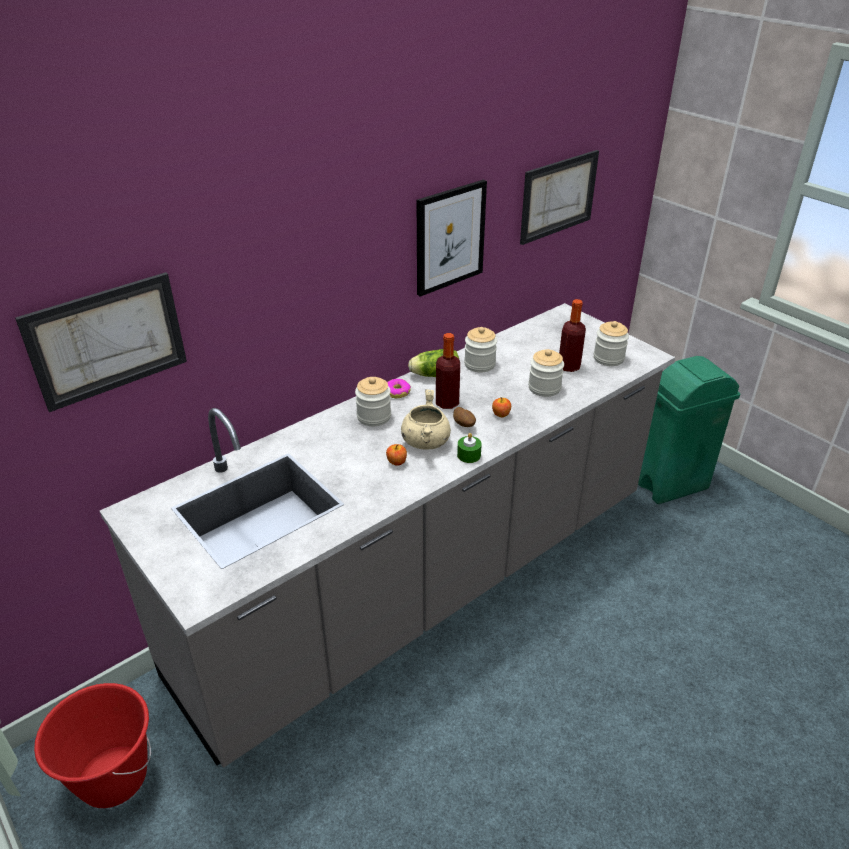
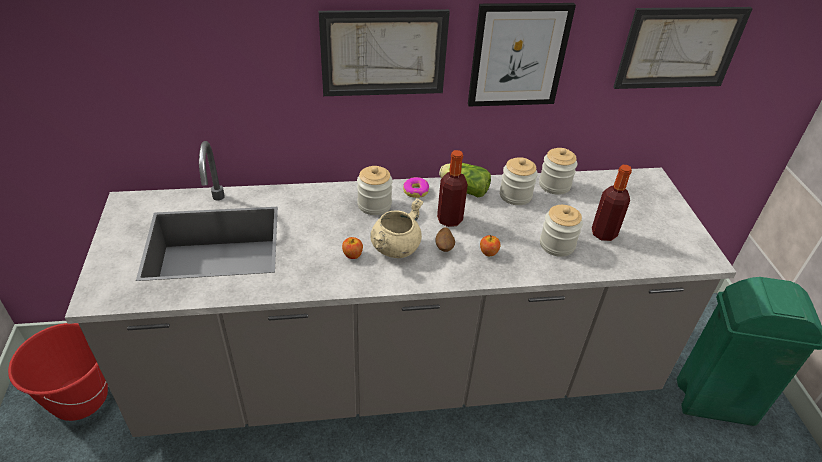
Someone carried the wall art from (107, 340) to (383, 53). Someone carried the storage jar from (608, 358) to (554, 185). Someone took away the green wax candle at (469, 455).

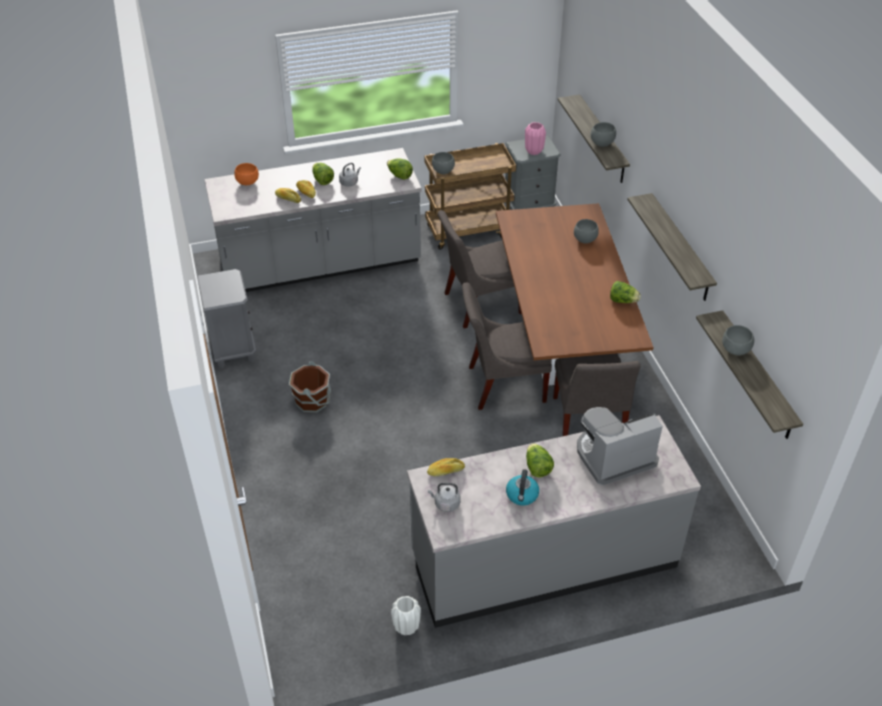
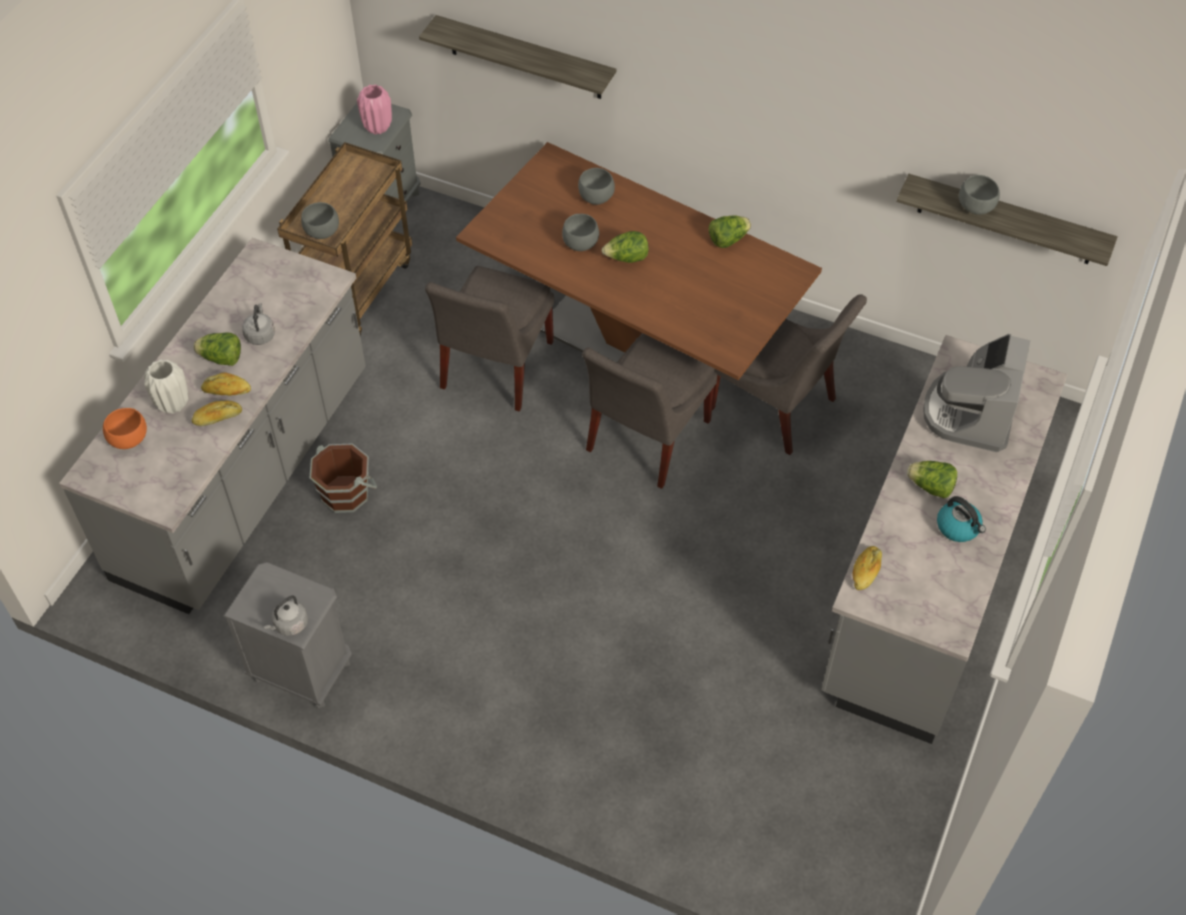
Someone carried the white flower vase from (407, 627) to (173, 404). Someone carried the grey kettle from (445, 504) to (289, 625). Someone carried the brown-coloured pail from (313, 401) to (345, 493). Someone carried the grey serving bowl from (601, 143) to (579, 244). Someone carried the lettuce from (399, 176) to (626, 258). Someone took away the wall shelf at (680, 248).

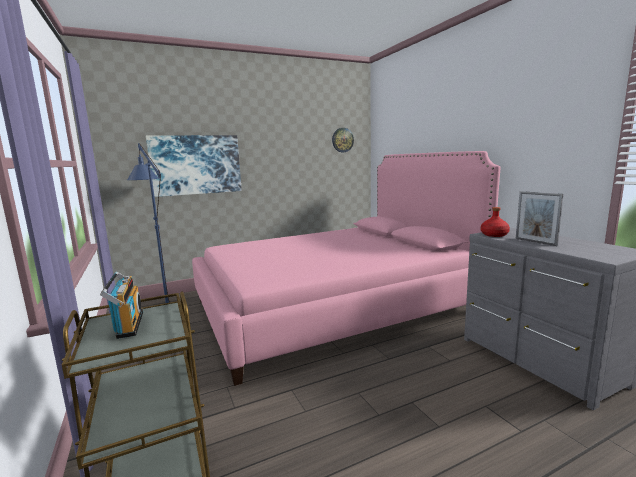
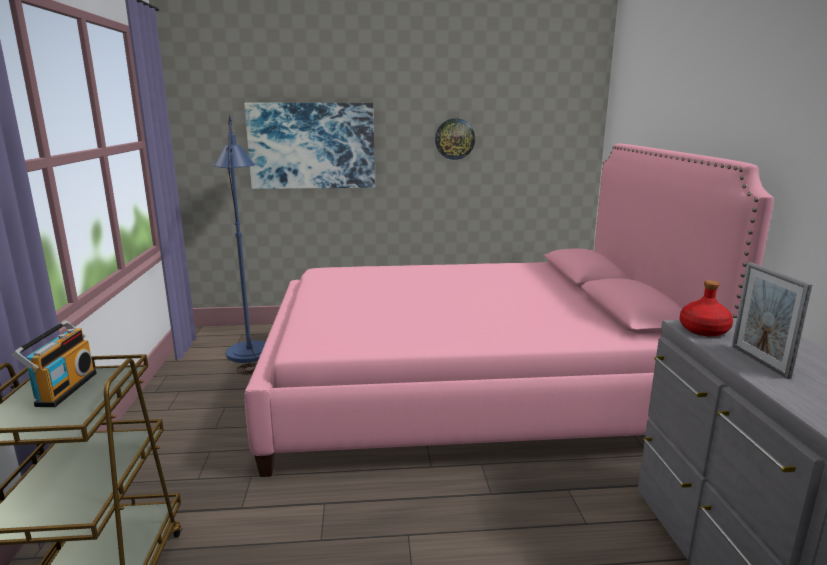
Someone carried the wall clock from (342, 140) to (454, 139).

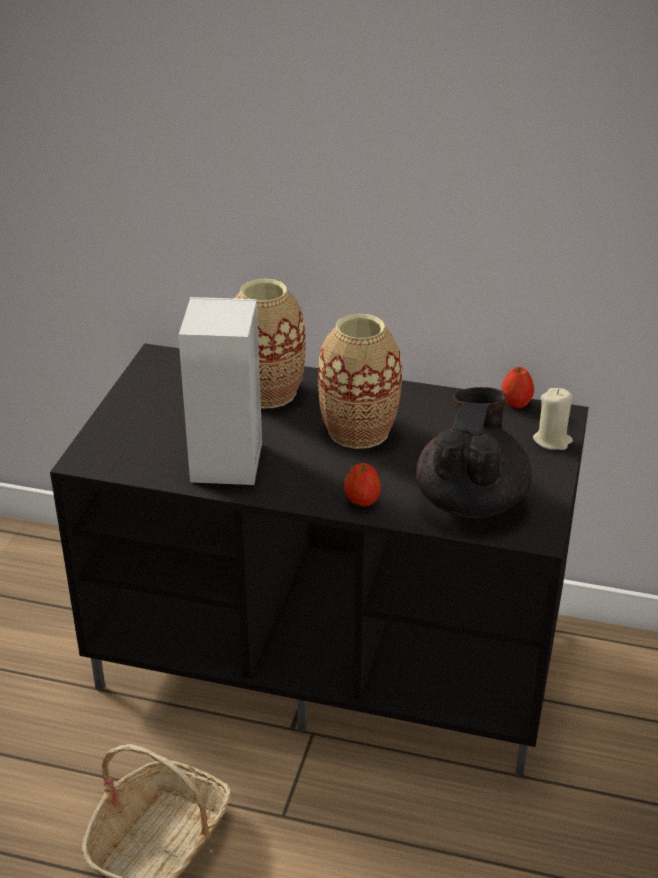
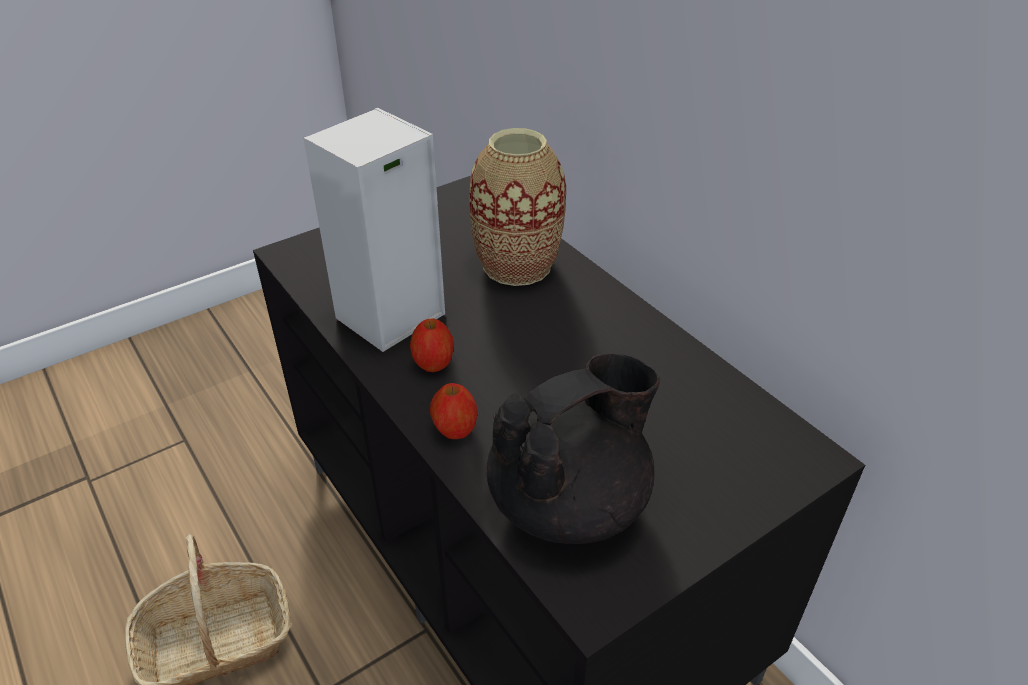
Someone carried the apple fruit from (516, 403) to (434, 363). Someone took away the flower vase at (358, 430). Someone took away the beige-coloured wax candle at (552, 440).

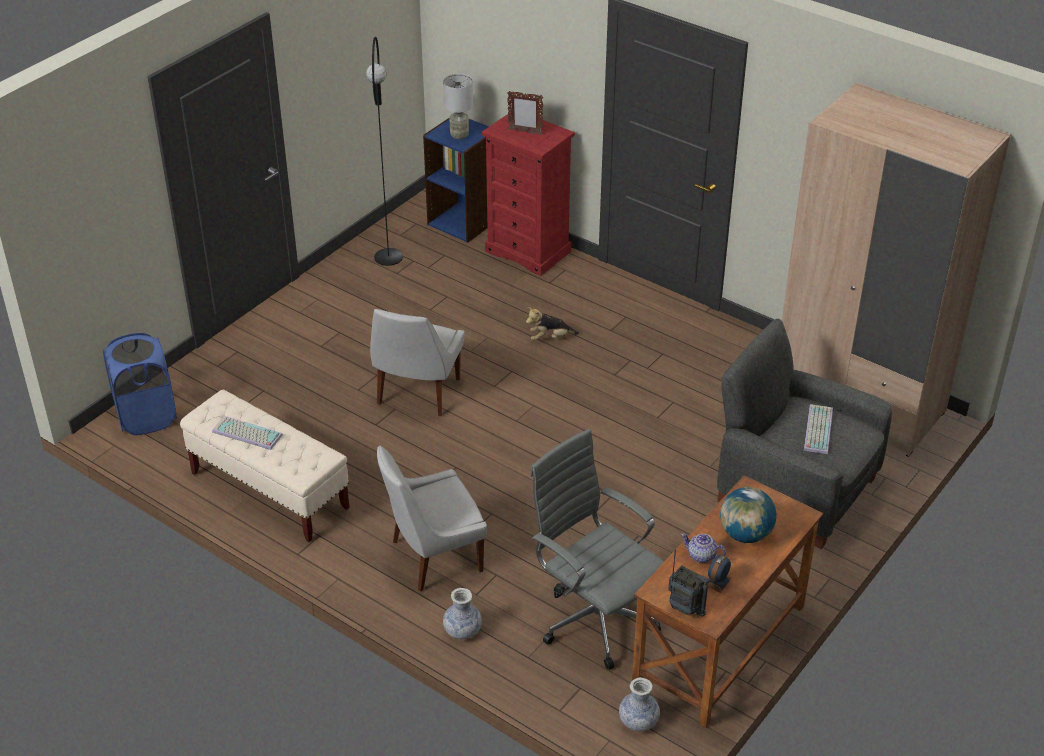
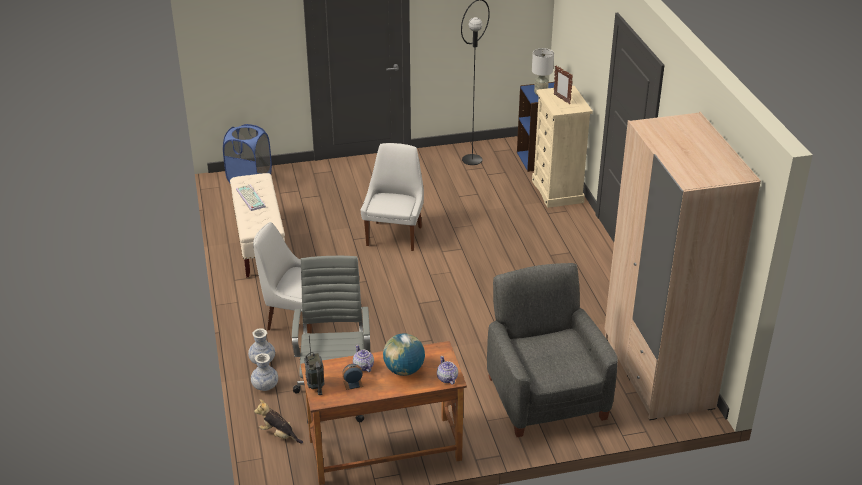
Someone carried the flower vase from (638, 721) to (265, 386). Someone carried the plush toy from (550, 338) to (279, 434). Someone rotated the white upright chair at (417, 394) by 135 degrees clockwise. Someone put down the teapot at (447, 378). Someone repainted the red-coloured dresser at (528, 251), which became the beige-coloured dresser at (557, 191). Someone took away the computer keyboard at (817, 429).

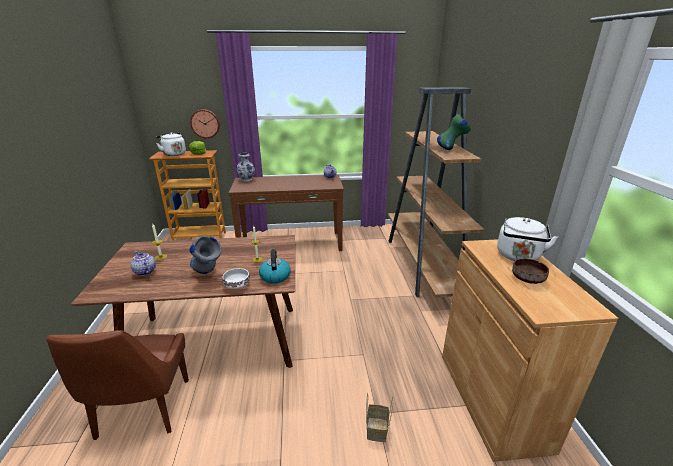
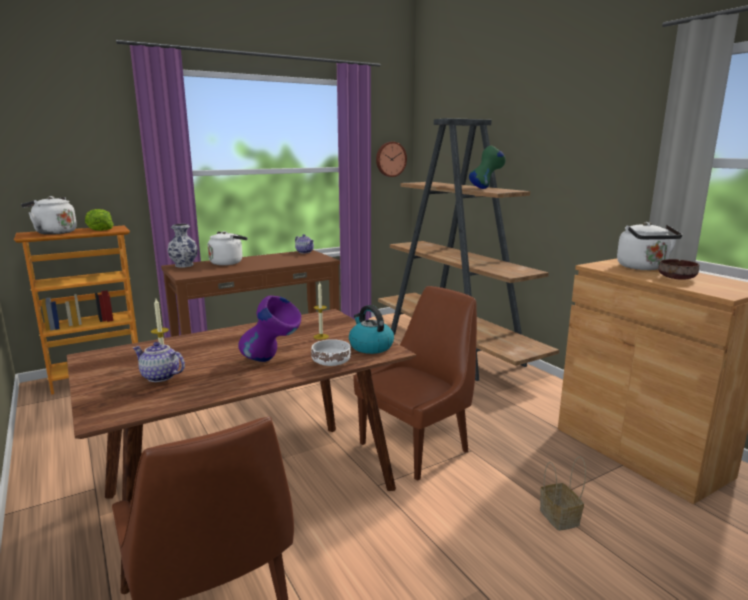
Someone put down the white kettle at (228, 262). Someone repainted the grey flower vase at (208, 274), which became the purplish flower vase at (271, 361). Someone put down the brown-coloured upright chair at (417, 446). Someone carried the wall clock from (205, 123) to (390, 159).

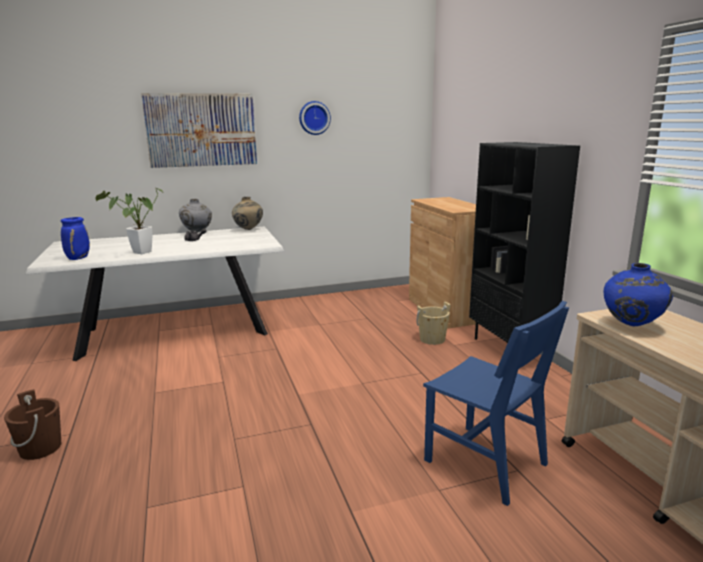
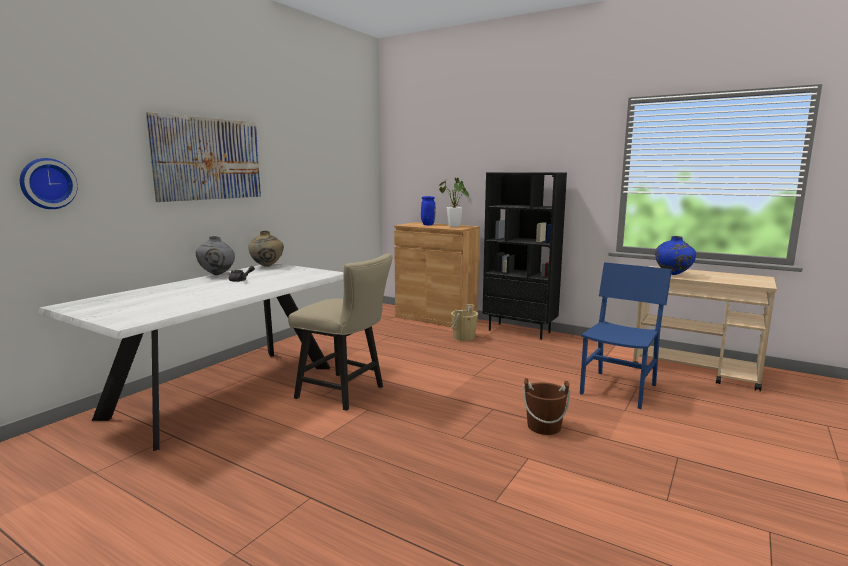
Someone carried the wall clock from (314, 118) to (47, 183). Someone put down the beige-coloured upright chair at (346, 393). Someone carried the blue-coloured flower vase from (78, 258) to (427, 225). Someone carried the plant in a pot from (138, 253) to (454, 226). Someone carried the brown-coloured pail from (40, 448) to (544, 426). Someone rotated the blue-coloured upright chair at (485, 462) by 60 degrees counterclockwise.

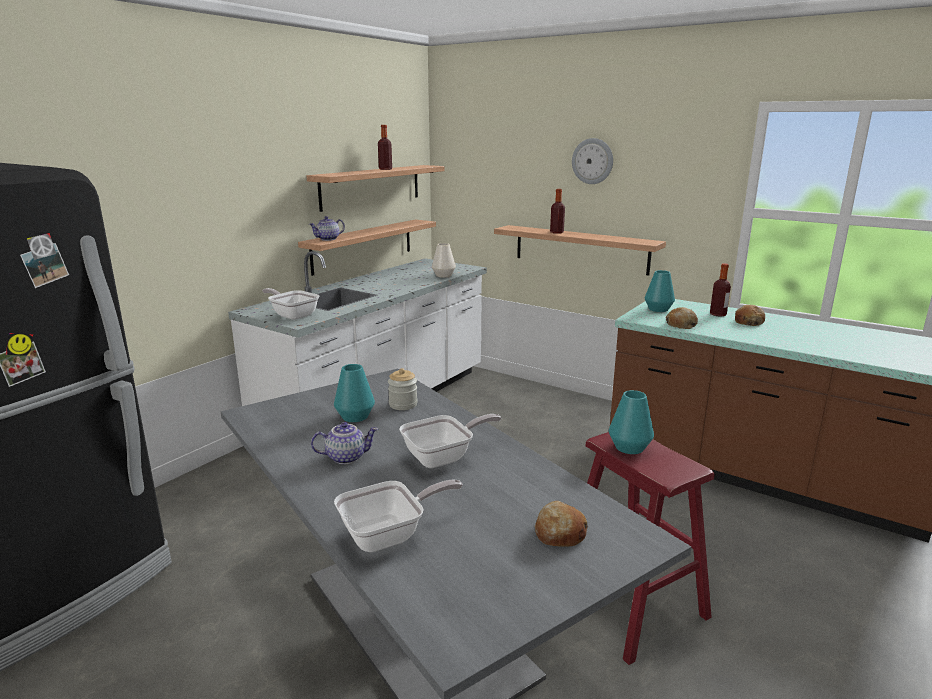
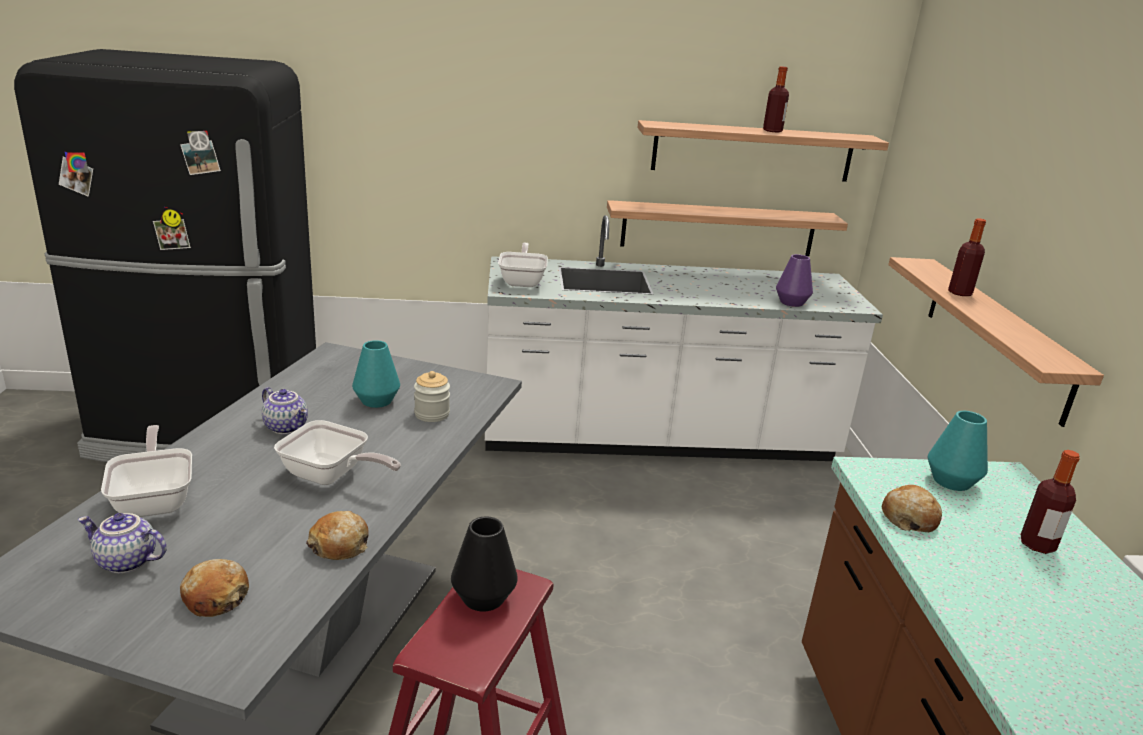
Someone carried the teapot from (328, 239) to (125, 562). Someone rotated the pan at (390, 535) by 135 degrees counterclockwise. Someone carried the baked bread from (748, 322) to (339, 545). Someone repainted the turquoise flower vase at (629, 447), which became the black-coloured flower vase at (483, 597). Someone repainted the white flower vase at (443, 275), which became the purplish flower vase at (791, 302). Someone took away the wall clock at (592, 161).

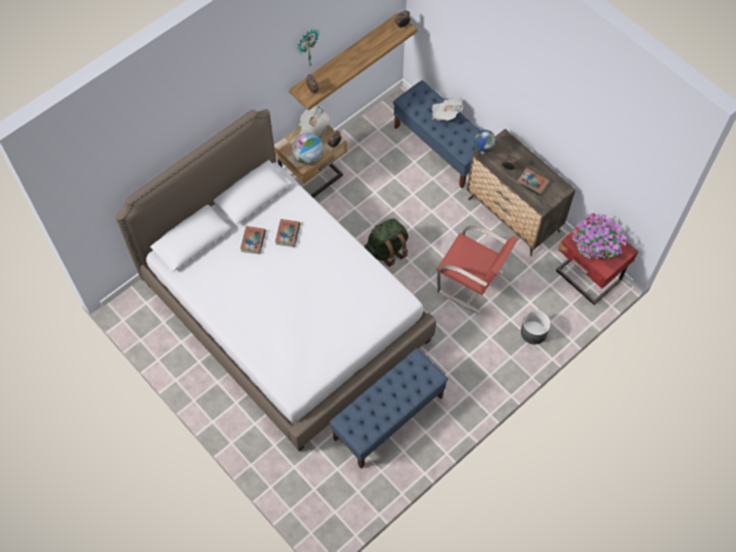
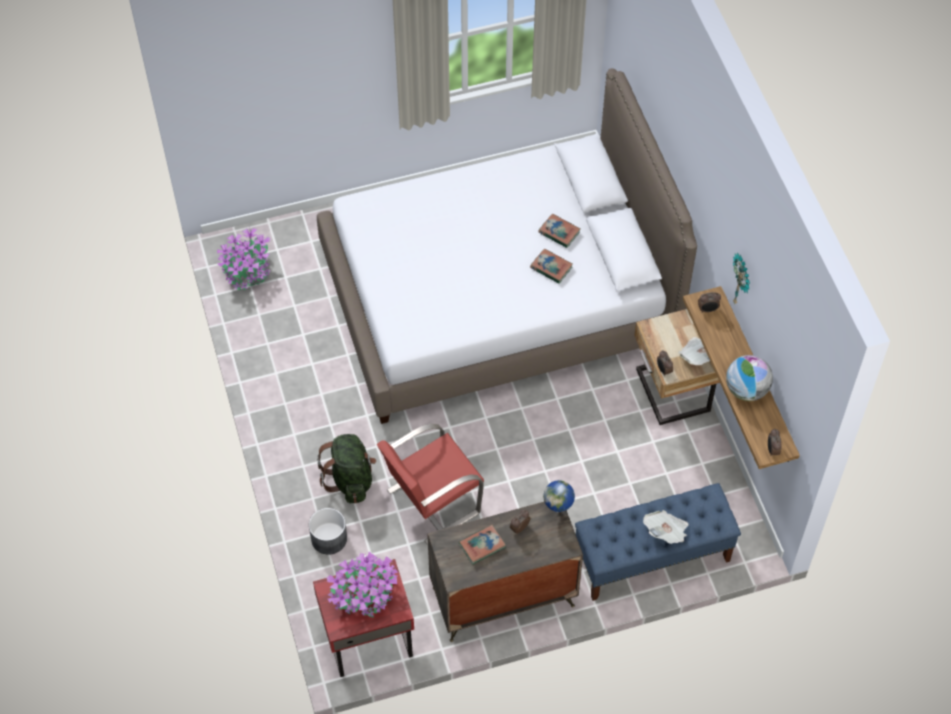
Someone put down the plant in a pot at (247, 271). Someone carried the green backpack from (386, 250) to (350, 479). Someone carried the globe from (308, 157) to (746, 390). Someone took away the blue-coloured long seat at (388, 417).

